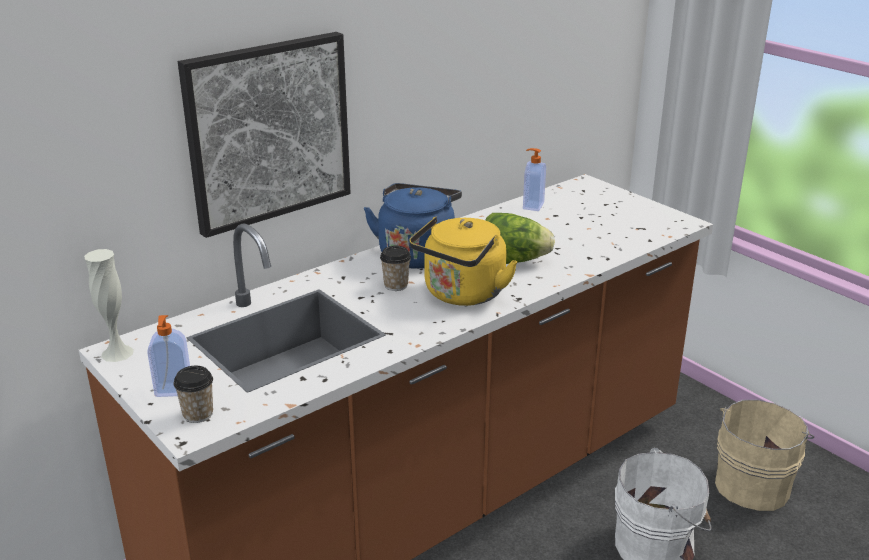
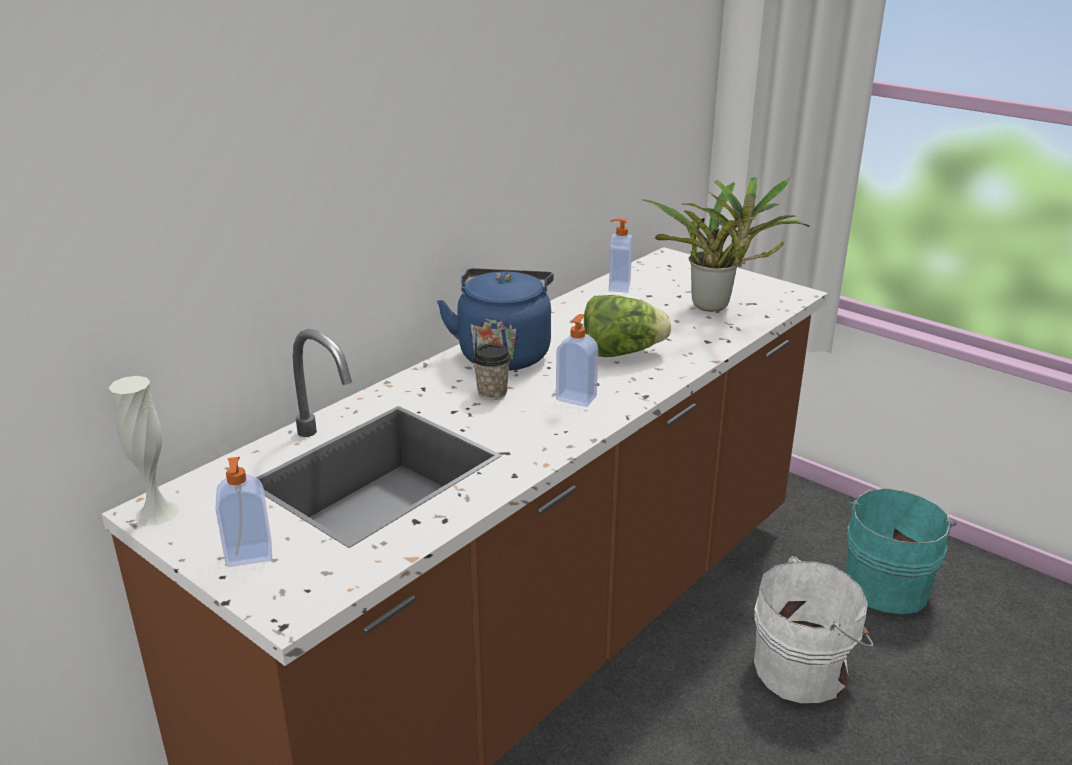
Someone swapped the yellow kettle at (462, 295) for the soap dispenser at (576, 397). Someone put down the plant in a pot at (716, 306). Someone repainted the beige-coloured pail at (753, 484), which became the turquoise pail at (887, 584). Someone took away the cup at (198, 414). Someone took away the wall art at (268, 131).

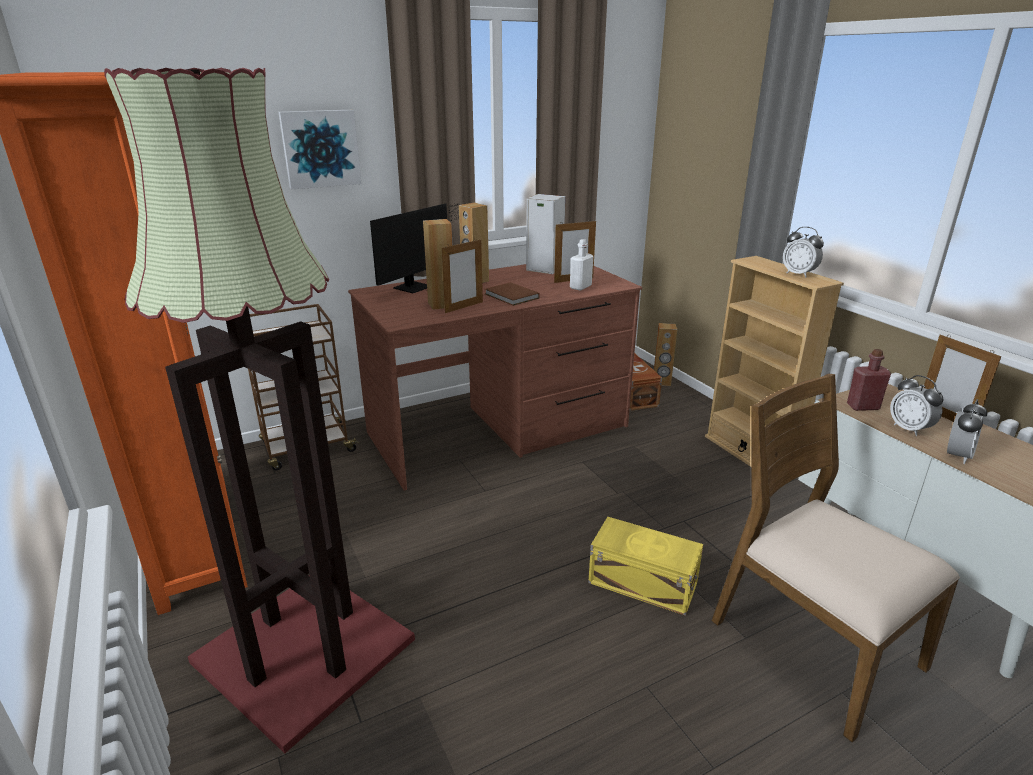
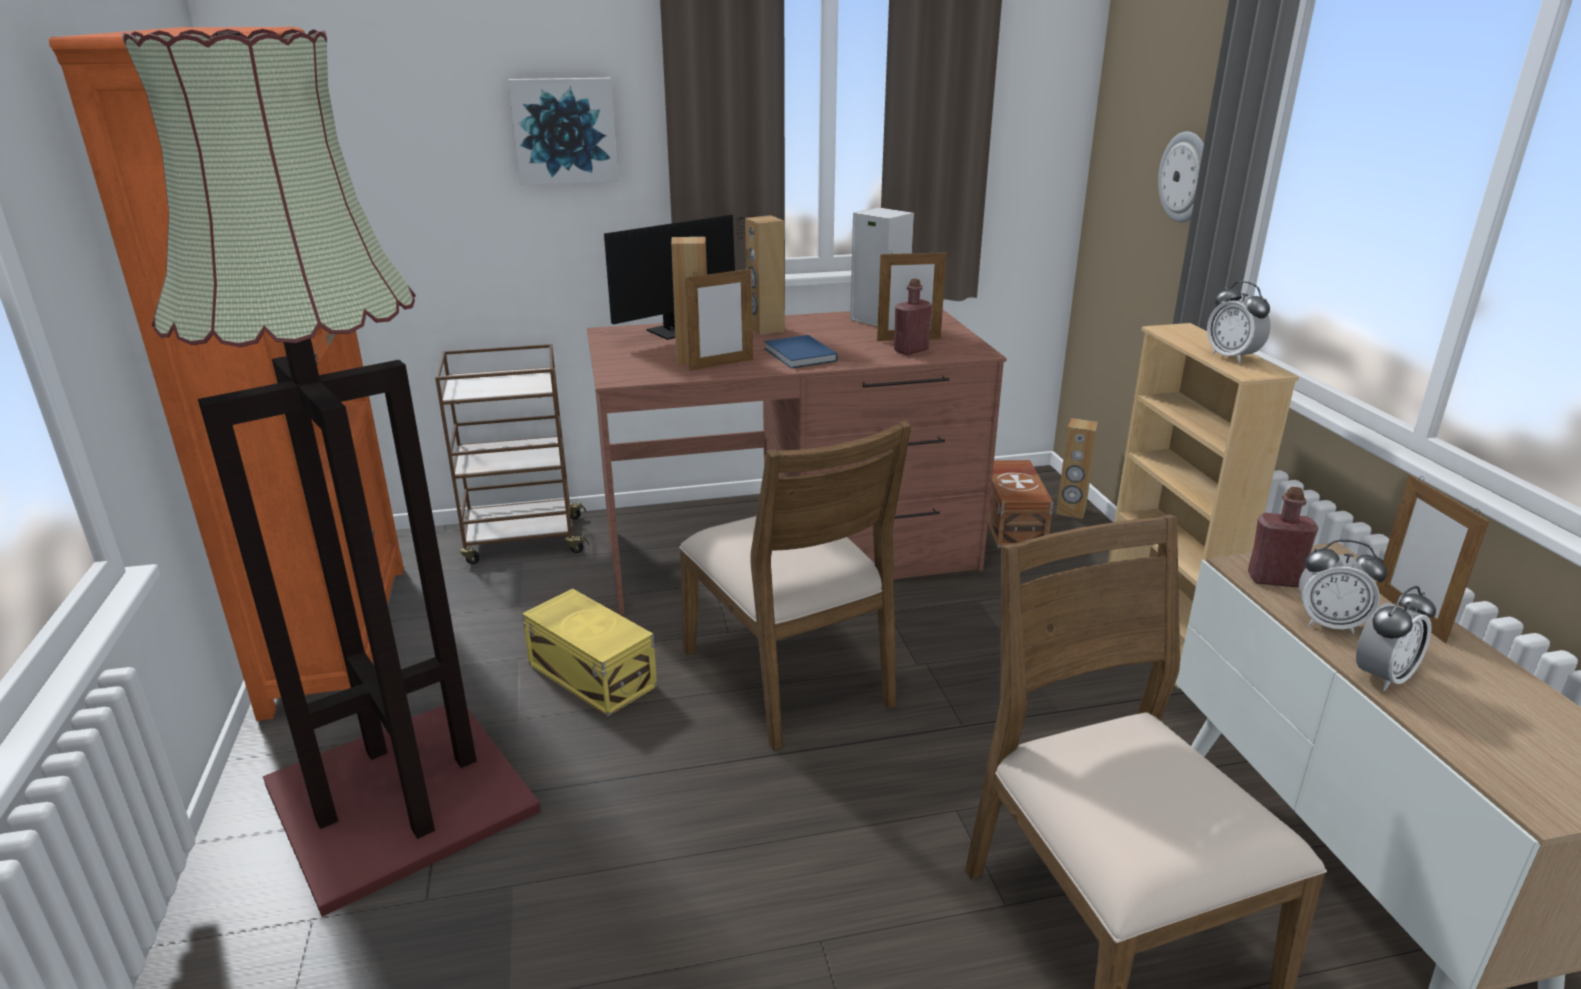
Someone carried the yellow storage container from (641, 581) to (592, 673). Someone put down the brown-coloured upright chair at (790, 676). Someone repainted the brown-coloured bound book at (512, 296), which became the blue-coloured bound book at (800, 356). Someone repainted the white bottle at (580, 287), which became the red-coloured bottle at (911, 350). Someone put up the wall clock at (1186, 177). Someone rotated the table clock at (909, 429) by 60 degrees counterclockwise.

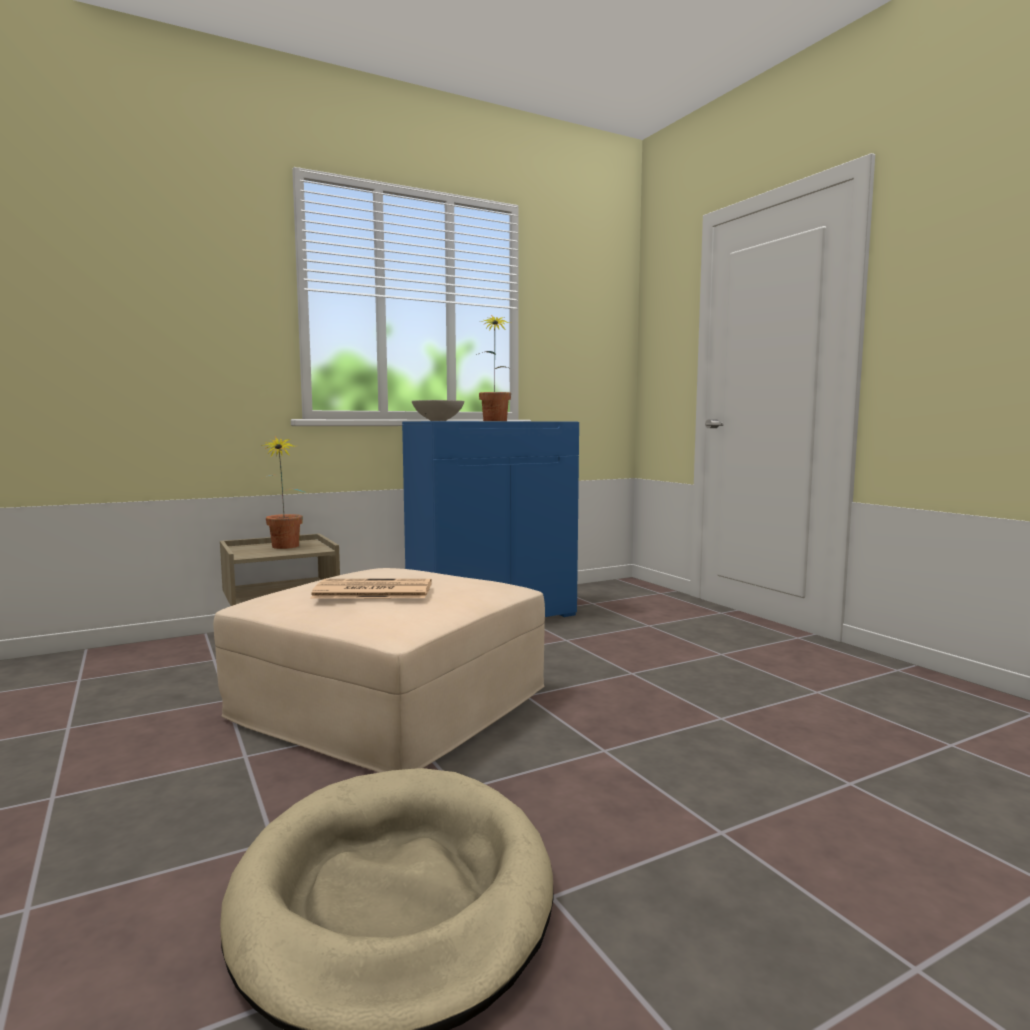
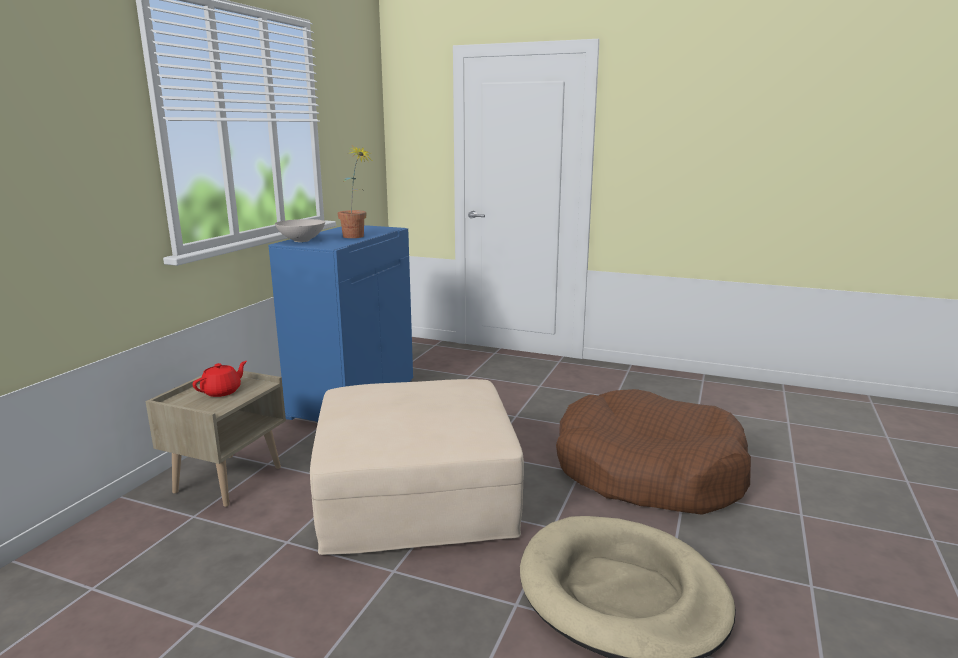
Someone swapped the plant in a pot at (284, 548) for the red-coloured teapot at (222, 391). Someone put down the brown-coloured pet bed at (648, 471). Someone took away the printed paper at (371, 591).

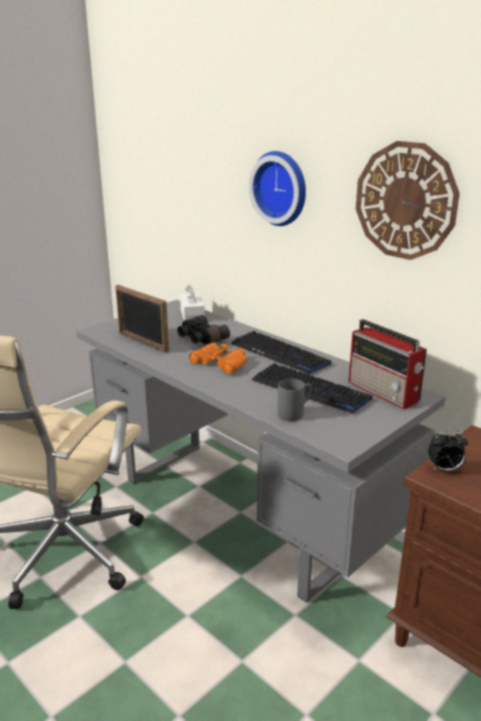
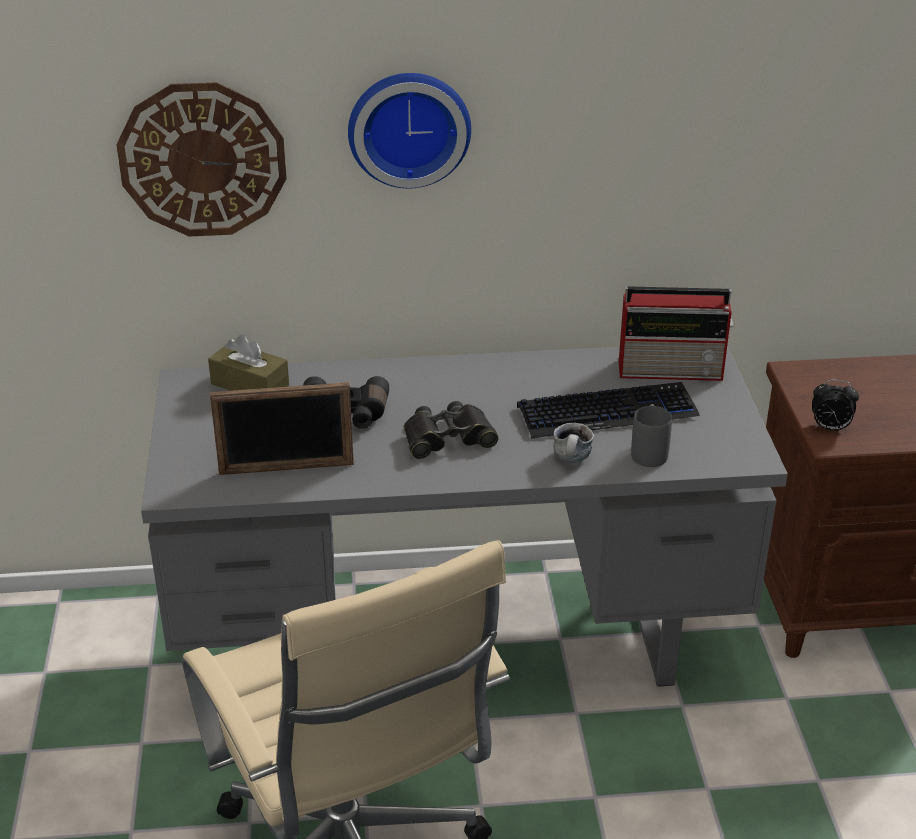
Someone carried the wall clock from (405, 201) to (202, 160). Someone repainted the white box of tissues at (192, 315), which became the brown-coloured box of tissues at (250, 385). Someone repainted the orange binoculars at (220, 363), which became the black-coloured binoculars at (448, 438). Someone put down the tea mug at (573, 460). Someone rotated the table clock at (444, 470) by 60 degrees clockwise. Someone took away the computer keyboard at (279, 354).

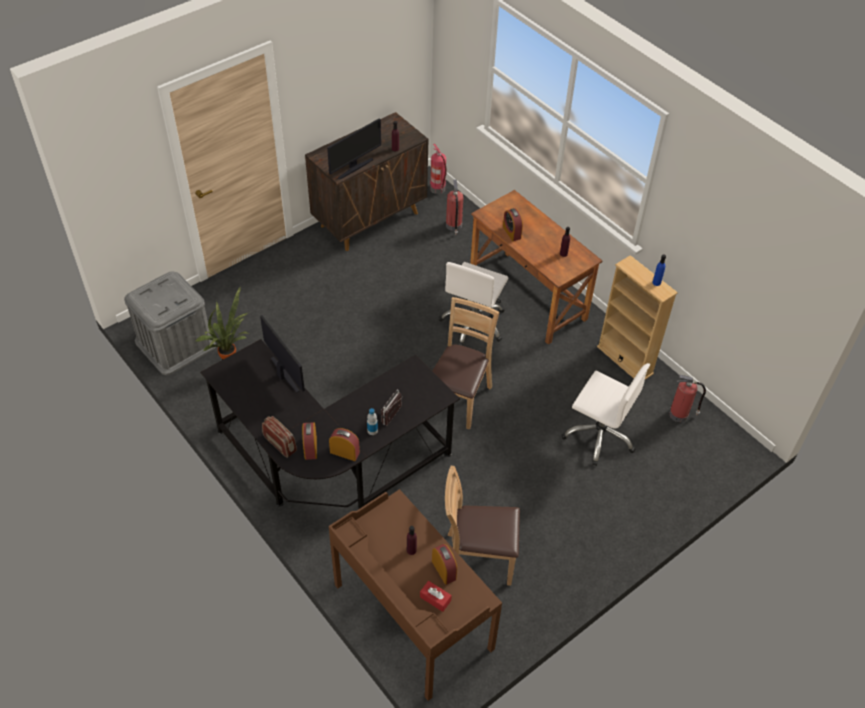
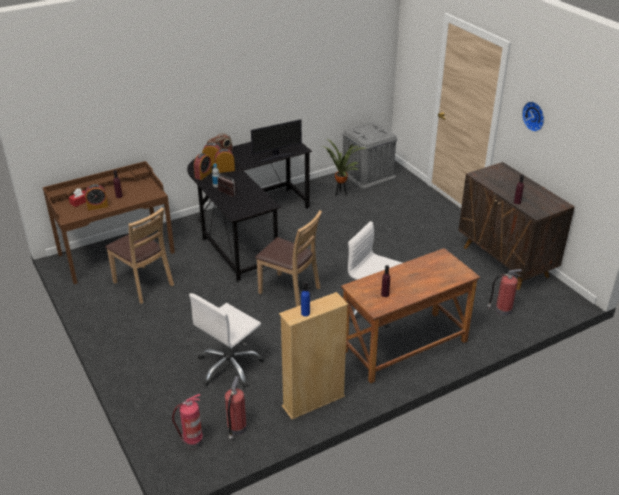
Someone rotated the brown-coloured upright chair at (477, 559) by 120 degrees clockwise. Someone carried the fire extinguisher from (438, 189) to (192, 442). Someone carried the table clock from (512, 232) to (225, 170). Someone put up the wall clock at (534, 116). Someone took away the computer display at (354, 168).

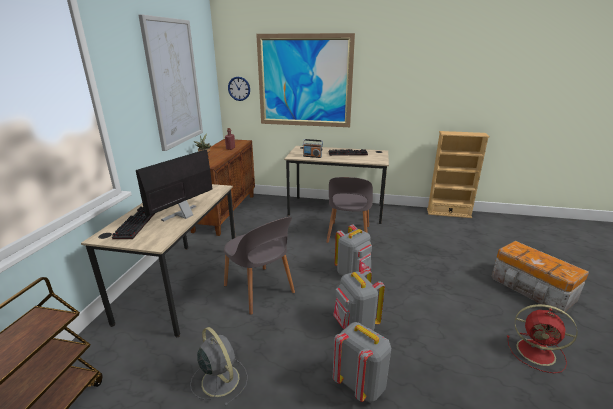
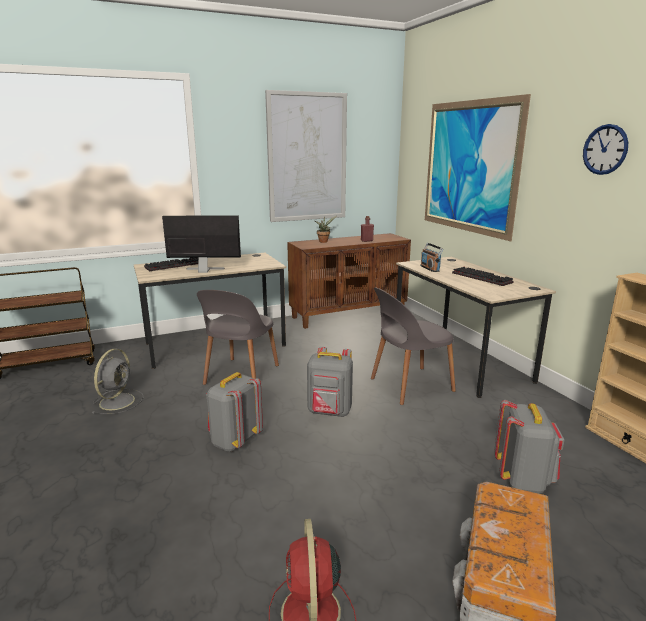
Someone carried the grey backpack from (361, 384) to (523, 480). Someone carried the wall clock from (239, 88) to (605, 149).

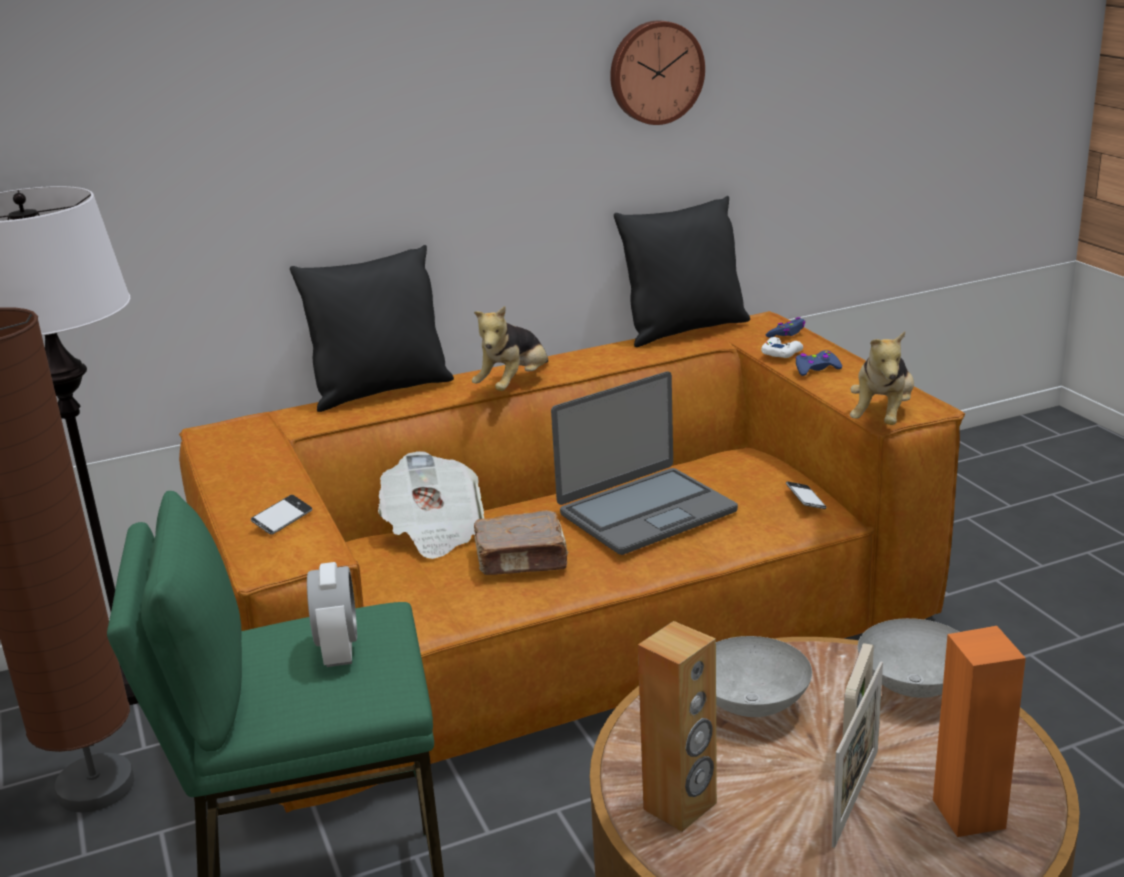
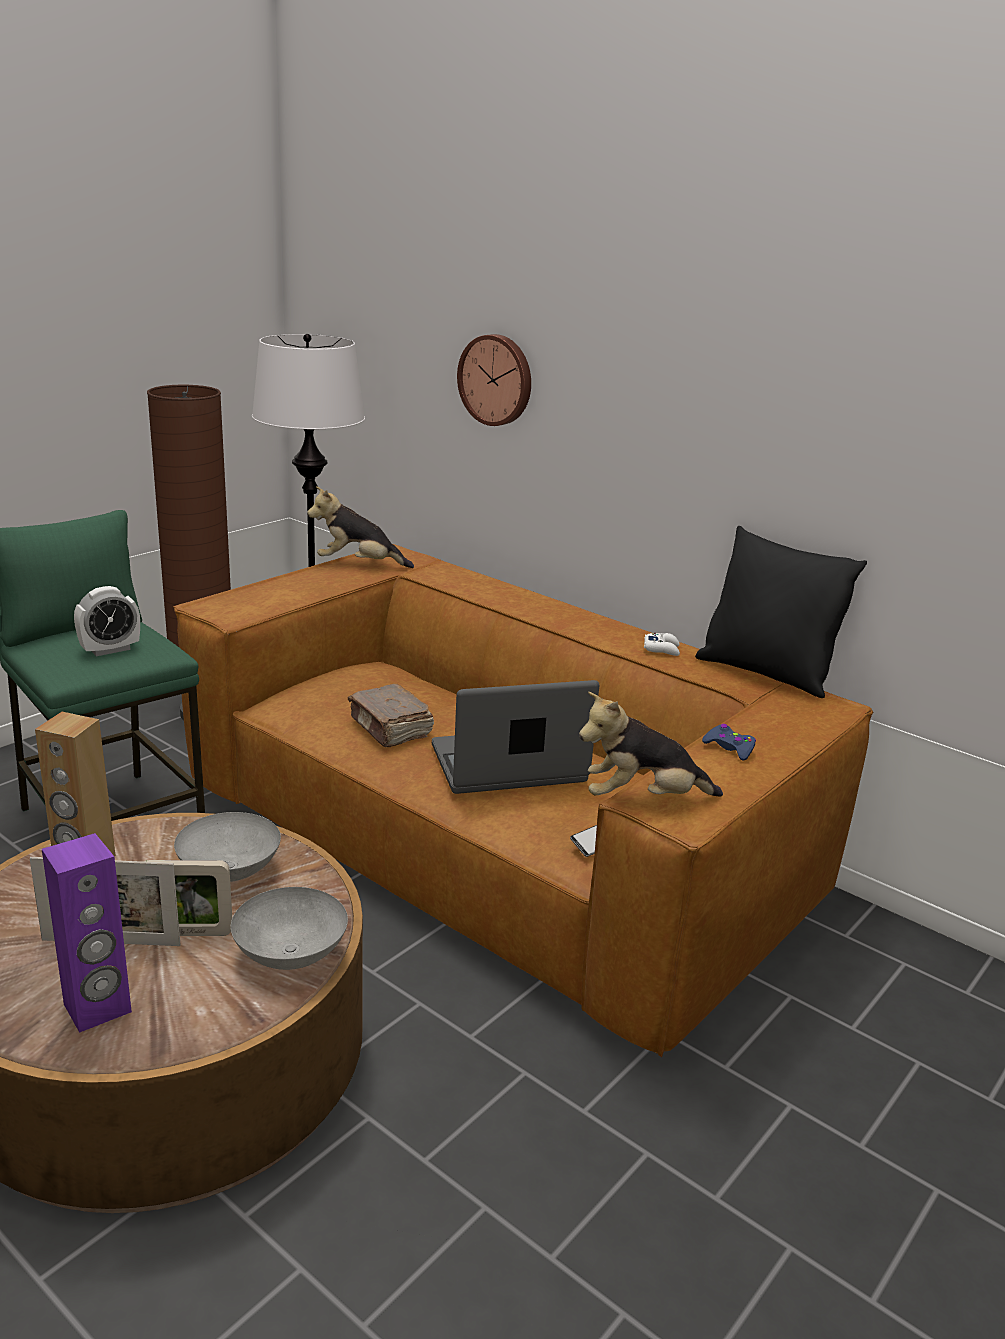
Someone repainted the orange loudspeaker at (969, 813), which became the purplish loudspeaker at (98, 1008). Someone carried the plush toy from (514, 385) to (358, 565). Someone rotated the notebook computer at (645, 512) by 135 degrees clockwise. Someone carried the wall clock from (655, 72) to (497, 380). Someone carried the white game controller from (781, 353) to (662, 649). Someone took away the telephone at (282, 519). Someone took away the black-coloured pillow at (381, 391). Someone took away the printed paper at (434, 531). Someone took away the blue-coloured game controller at (786, 333).

